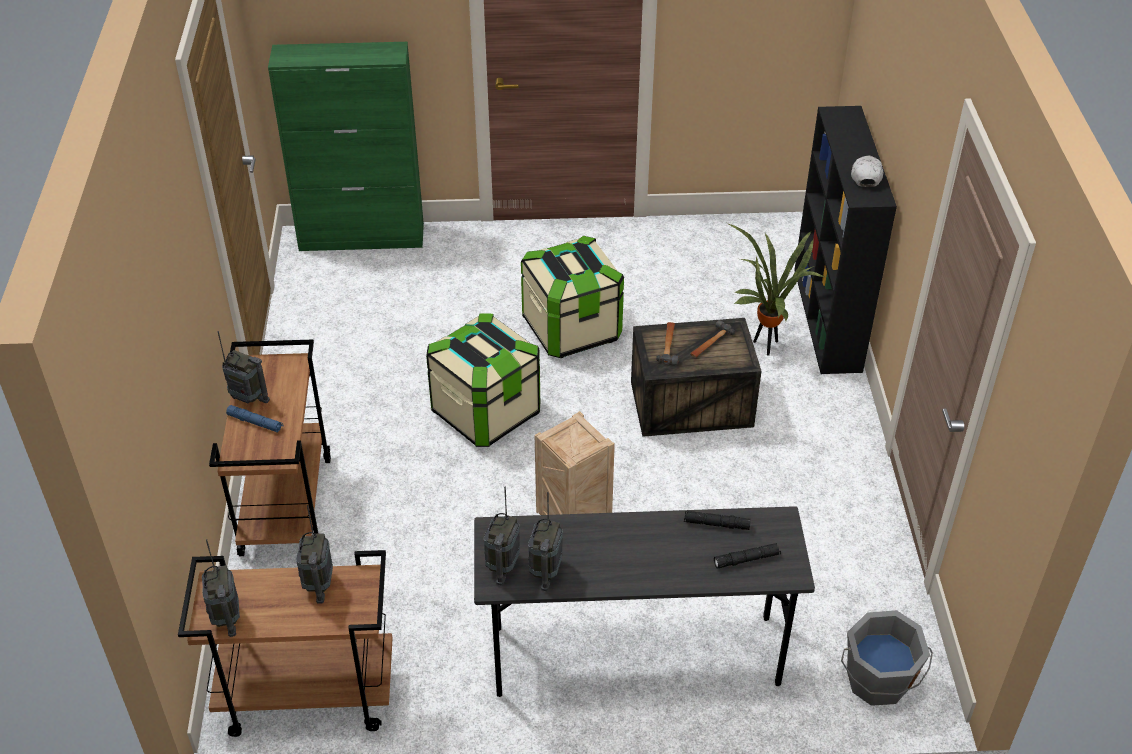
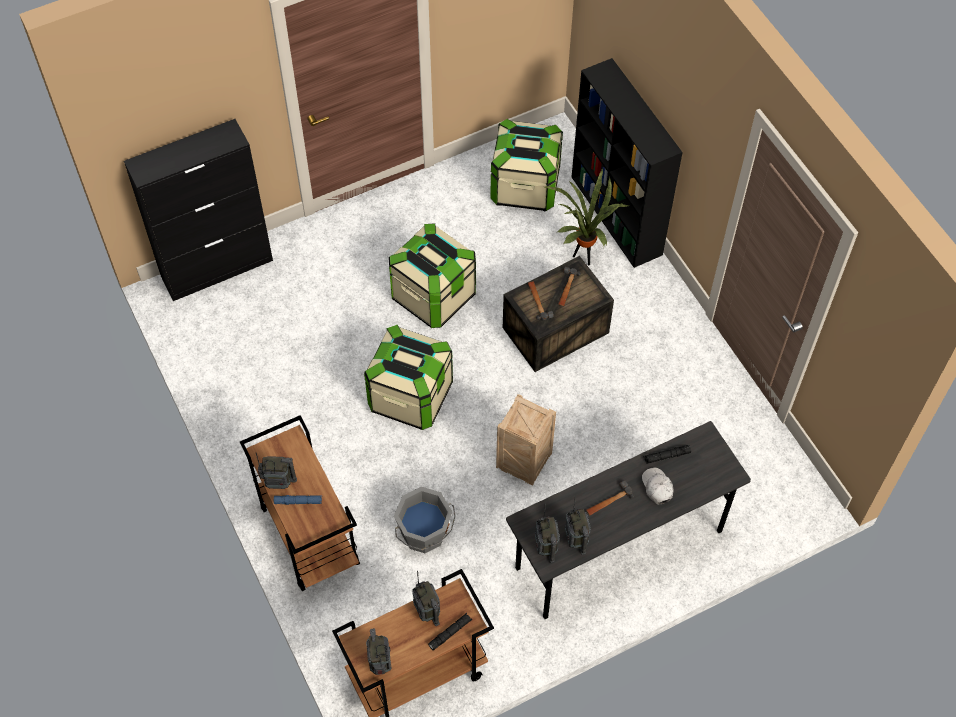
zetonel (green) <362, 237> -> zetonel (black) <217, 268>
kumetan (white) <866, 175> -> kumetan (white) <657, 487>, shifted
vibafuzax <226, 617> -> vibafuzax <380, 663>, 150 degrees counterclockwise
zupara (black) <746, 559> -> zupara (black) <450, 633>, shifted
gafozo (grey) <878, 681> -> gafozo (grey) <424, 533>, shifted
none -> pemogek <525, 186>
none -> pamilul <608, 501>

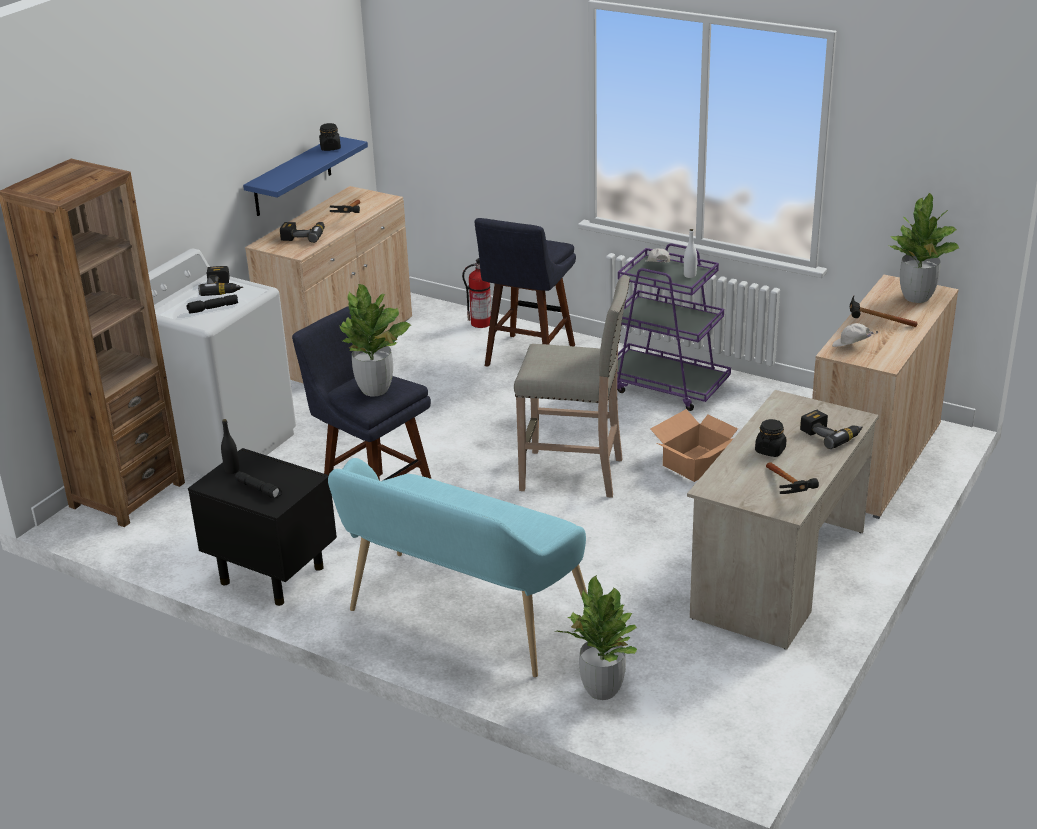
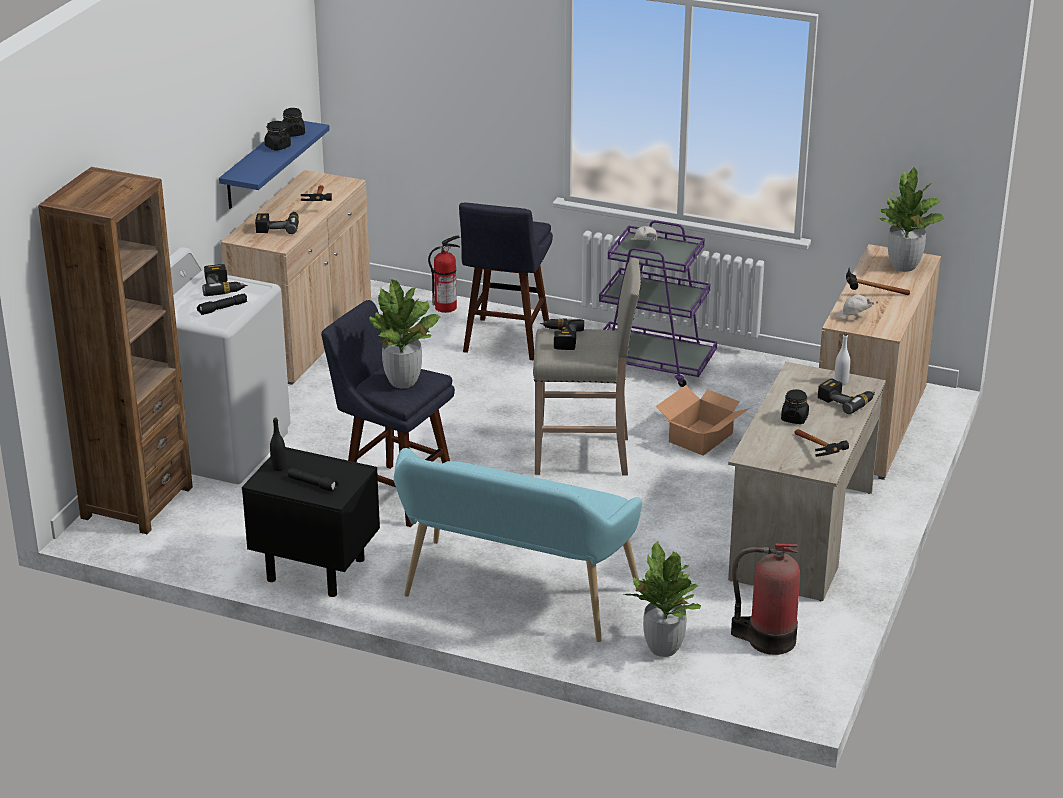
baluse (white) <689, 275> -> baluse (white) <841, 382>, shifted
none -> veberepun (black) <277, 146>
none -> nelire <560, 338>
none -> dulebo <767, 639>

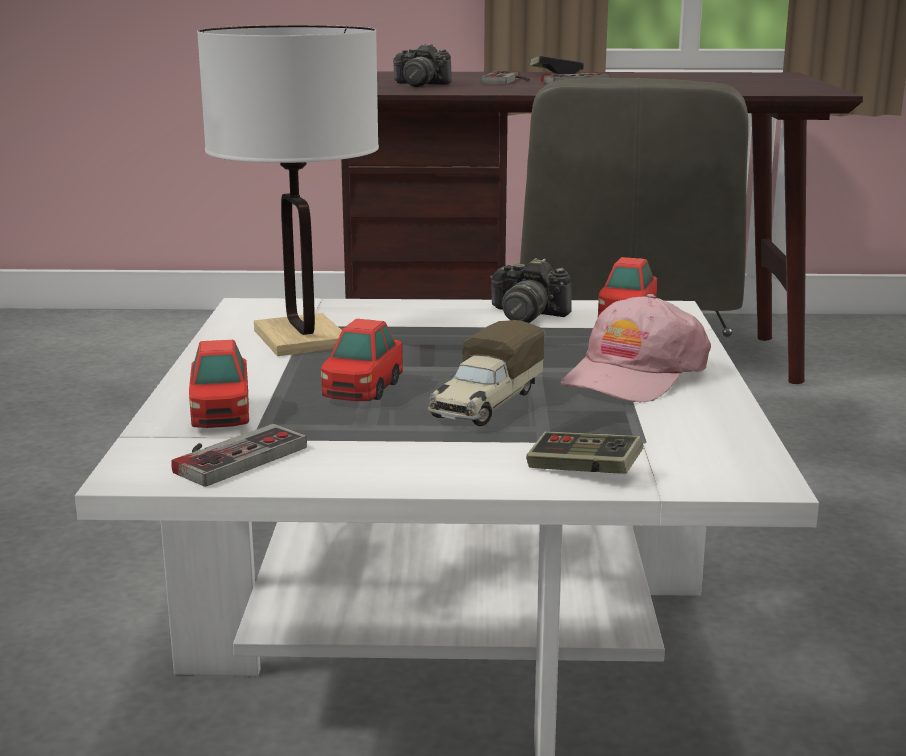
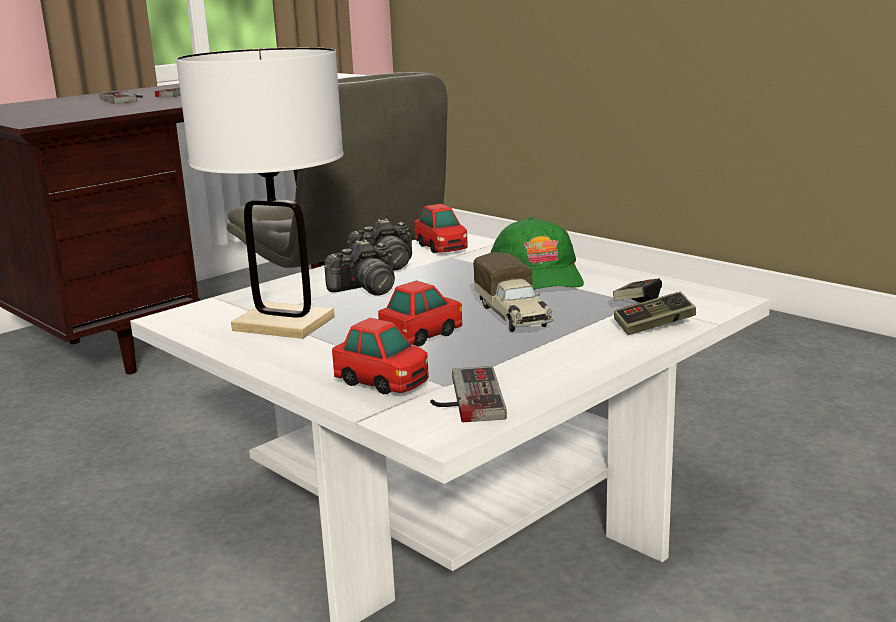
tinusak <420, 84> -> tinusak <366, 289>, shifted
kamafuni <556, 74> -> kamafuni <637, 302>, shifted
kumetan (pink) <633, 375> -> kumetan (green) <538, 275>
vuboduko <362, 390> -> vuboduko <422, 335>, 105 degrees counterclockwise

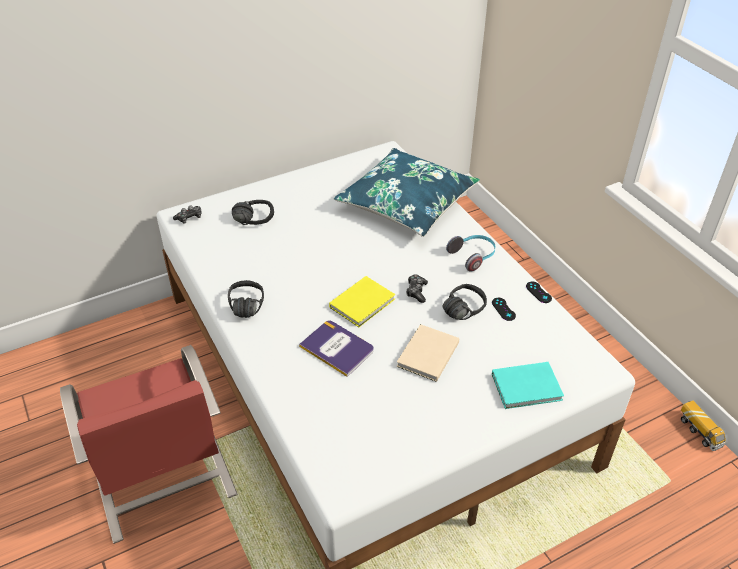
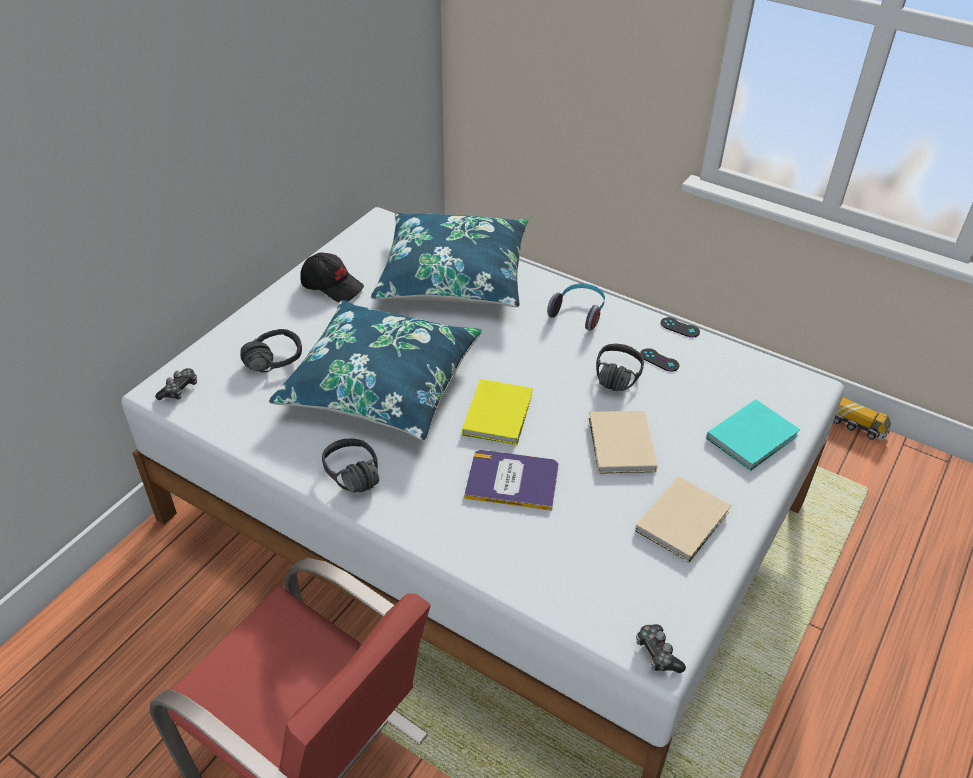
kamafuni <416, 291> -> kamafuni <657, 653>, shifted
none -> kumetan (black) <332, 286>
none -> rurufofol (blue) <381, 384>
none -> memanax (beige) <685, 520>

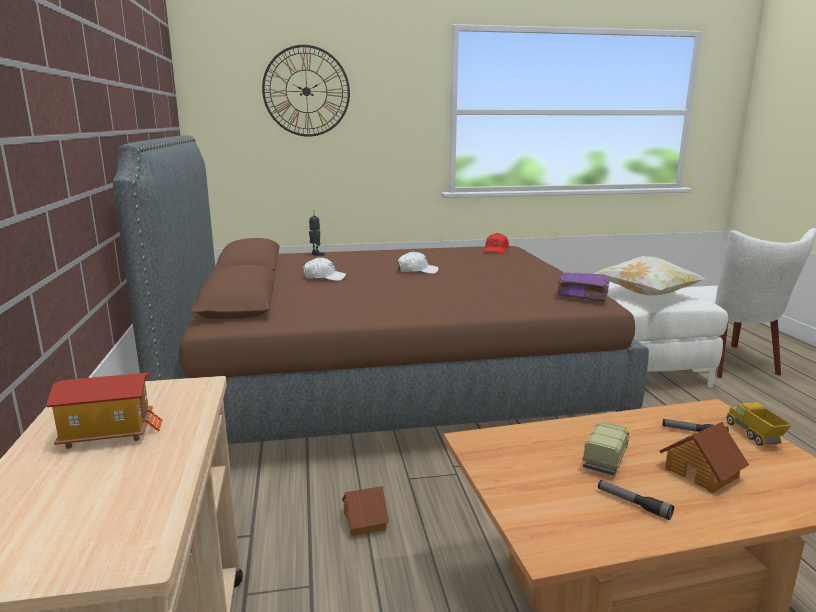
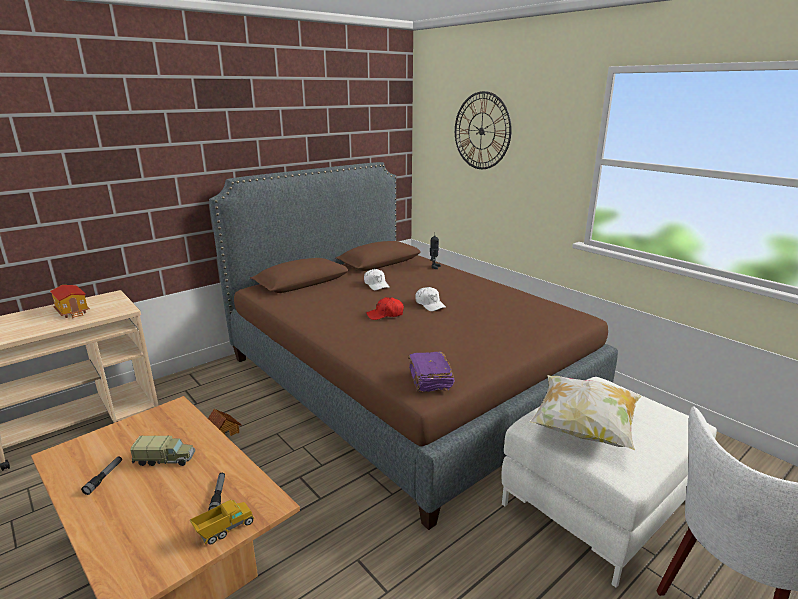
kumetan (red) <496, 250> -> kumetan (red) <385, 315>, shifted
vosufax <702, 472> -> none

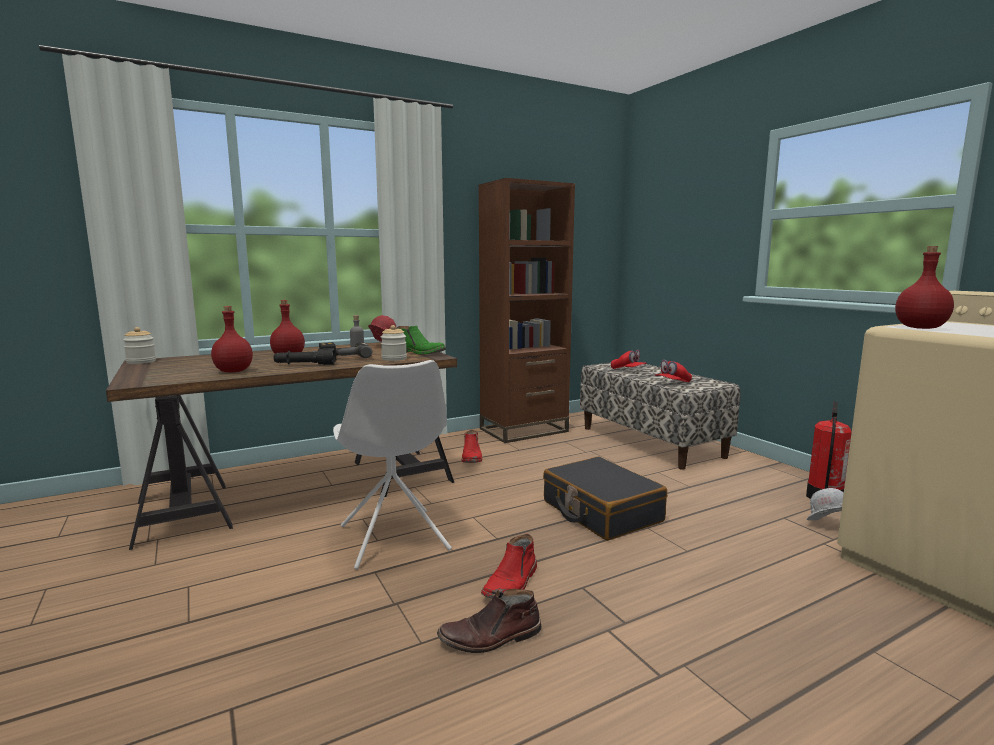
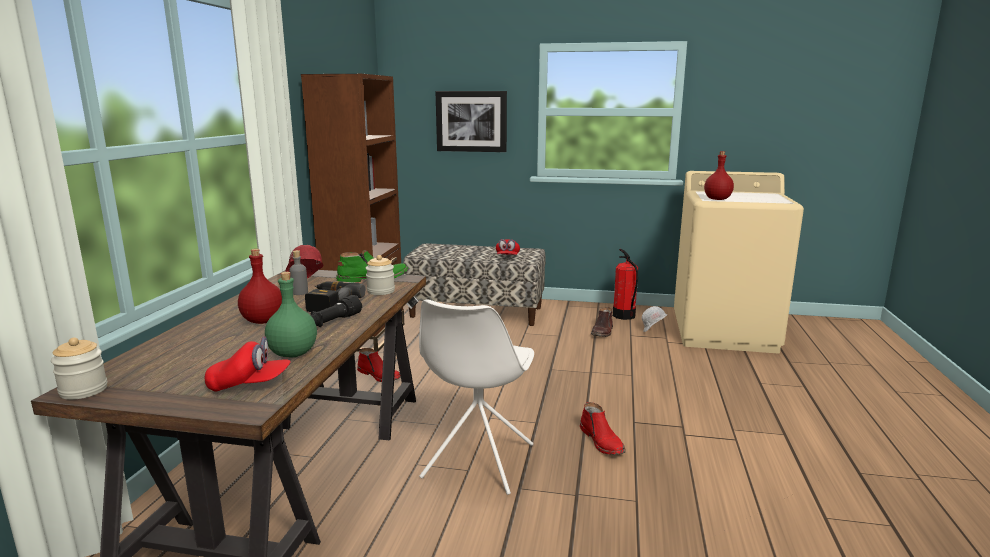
baluse (red) <233, 371> -> baluse (green) <293, 354>
kumetan (red) <628, 370> -> kumetan (red) <249, 385>, shifted
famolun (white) <394, 539> -> famolun (white) <477, 462>, 90 degrees clockwise
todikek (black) <601, 511> -> none
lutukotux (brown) <490, 638> -> lutukotux (brown) <602, 332>, shifted
none -> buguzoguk <471, 121>

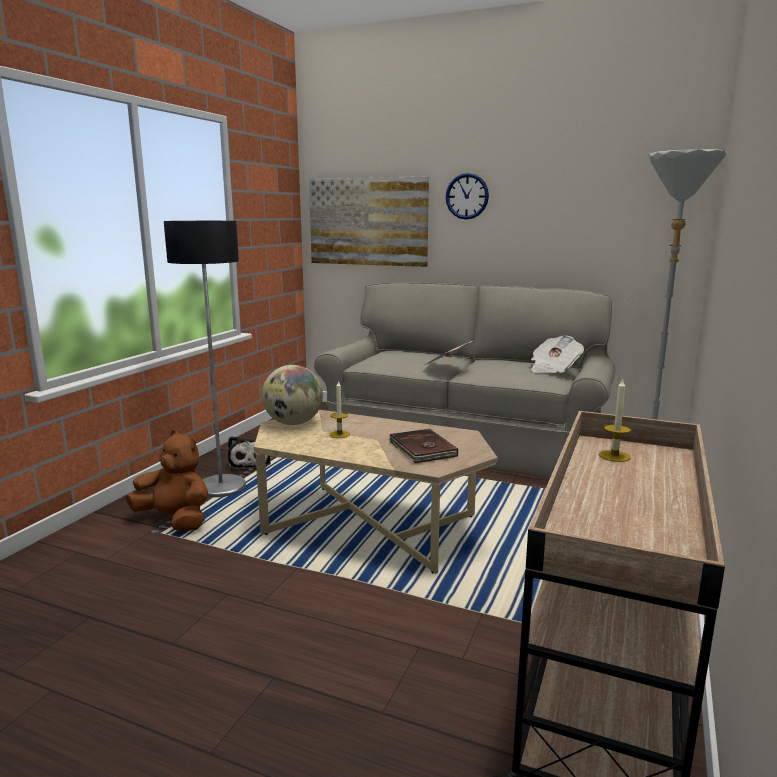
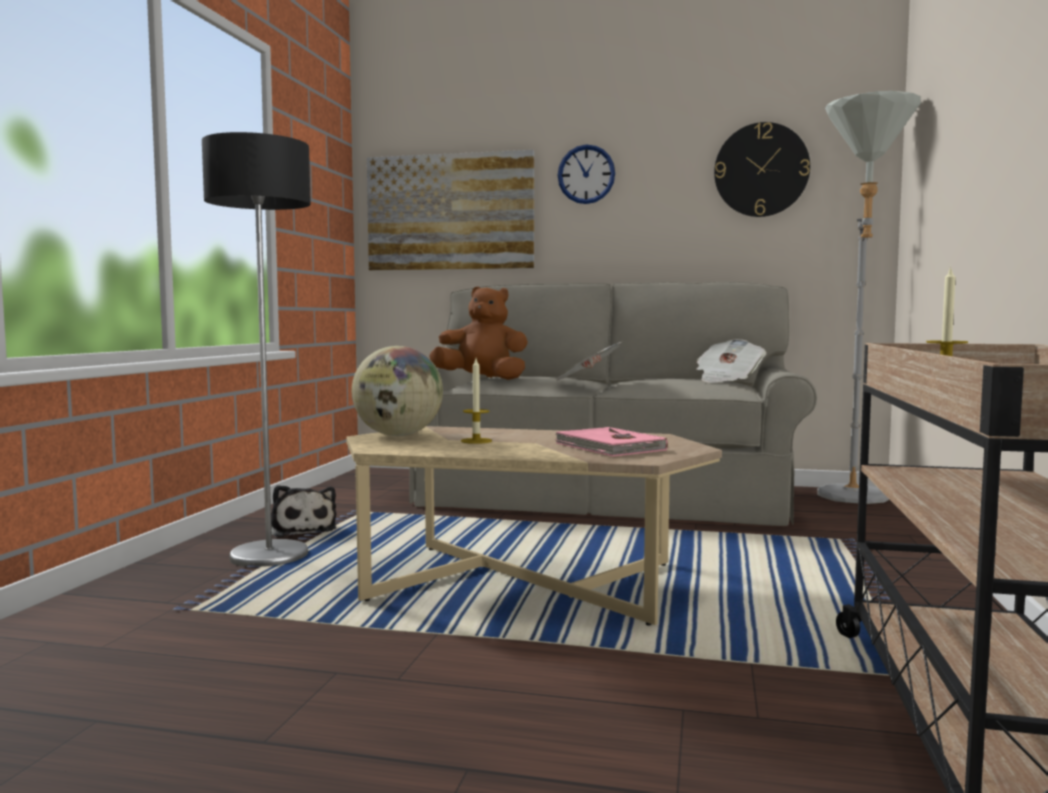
memanax (brown) <421, 449> -> memanax (pink) <609, 447>
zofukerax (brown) <175, 520> -> zofukerax (brown) <482, 379>, shifted
none -> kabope <761, 170>

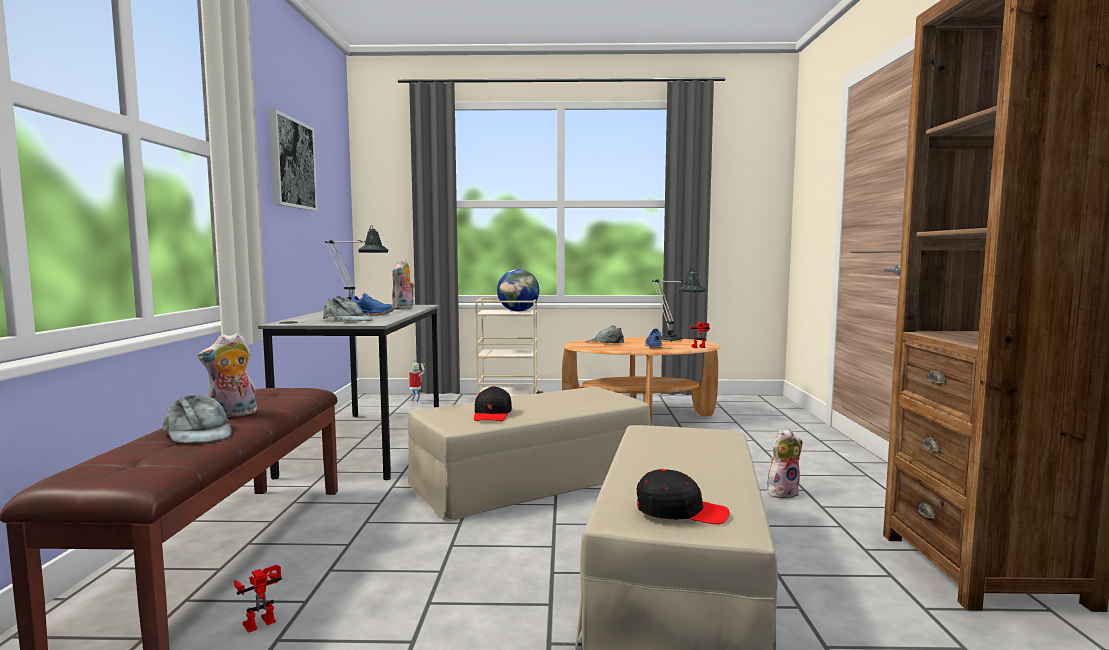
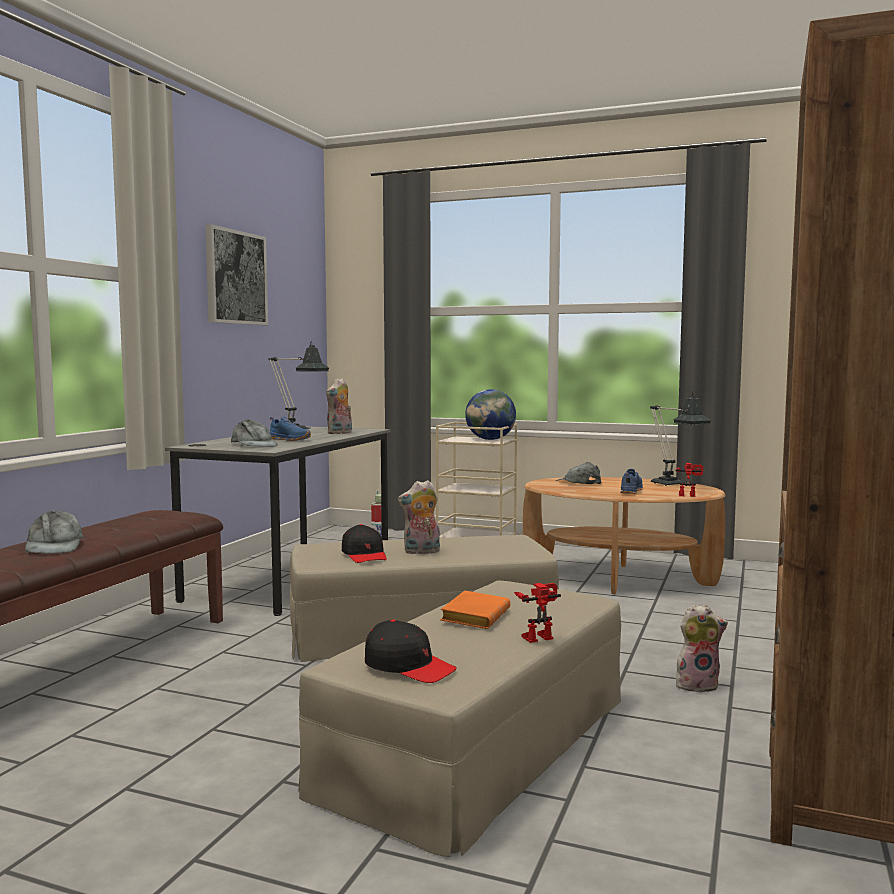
zofukerax <232, 415> -> zofukerax <421, 552>, shifted
kumetan (black) <492, 414> -> kumetan (black) <364, 555>, 45 degrees counterclockwise
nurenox <260, 620> -> nurenox <537, 636>, shifted
none -> memanax (orange) <474, 616>

